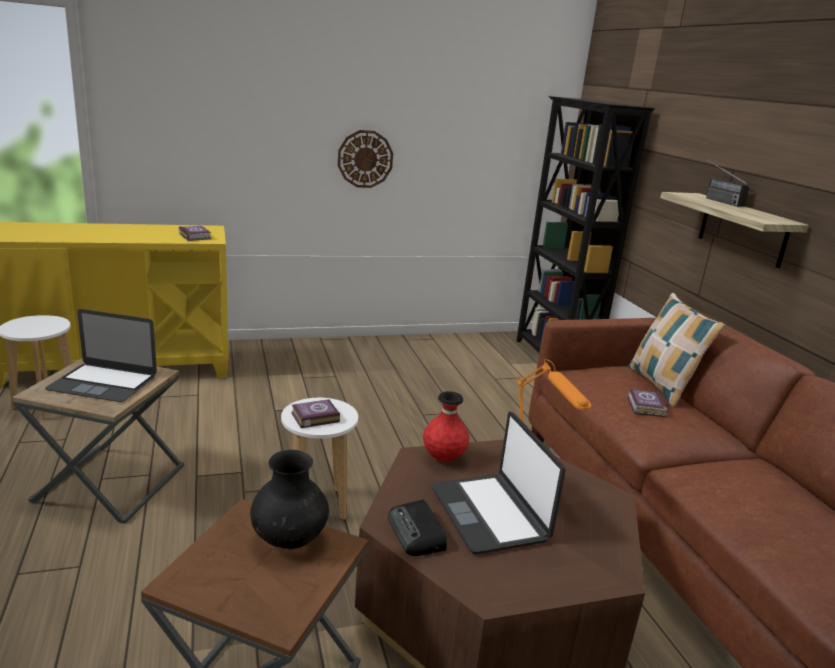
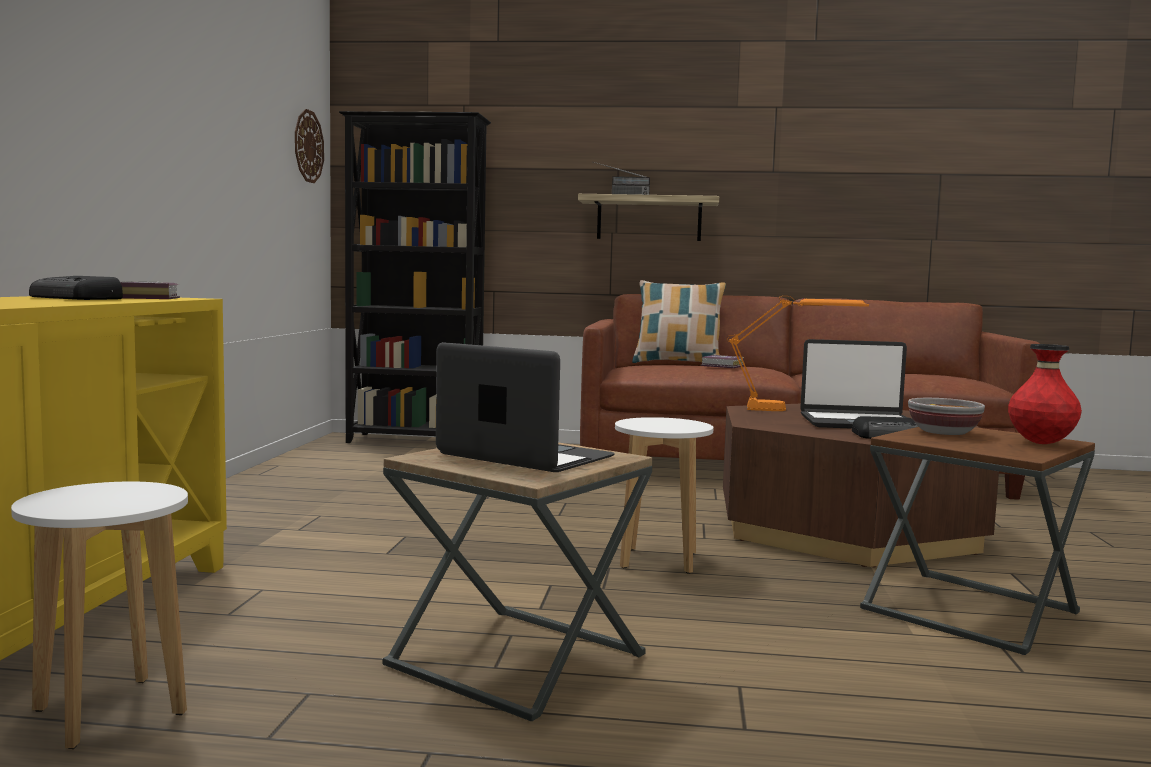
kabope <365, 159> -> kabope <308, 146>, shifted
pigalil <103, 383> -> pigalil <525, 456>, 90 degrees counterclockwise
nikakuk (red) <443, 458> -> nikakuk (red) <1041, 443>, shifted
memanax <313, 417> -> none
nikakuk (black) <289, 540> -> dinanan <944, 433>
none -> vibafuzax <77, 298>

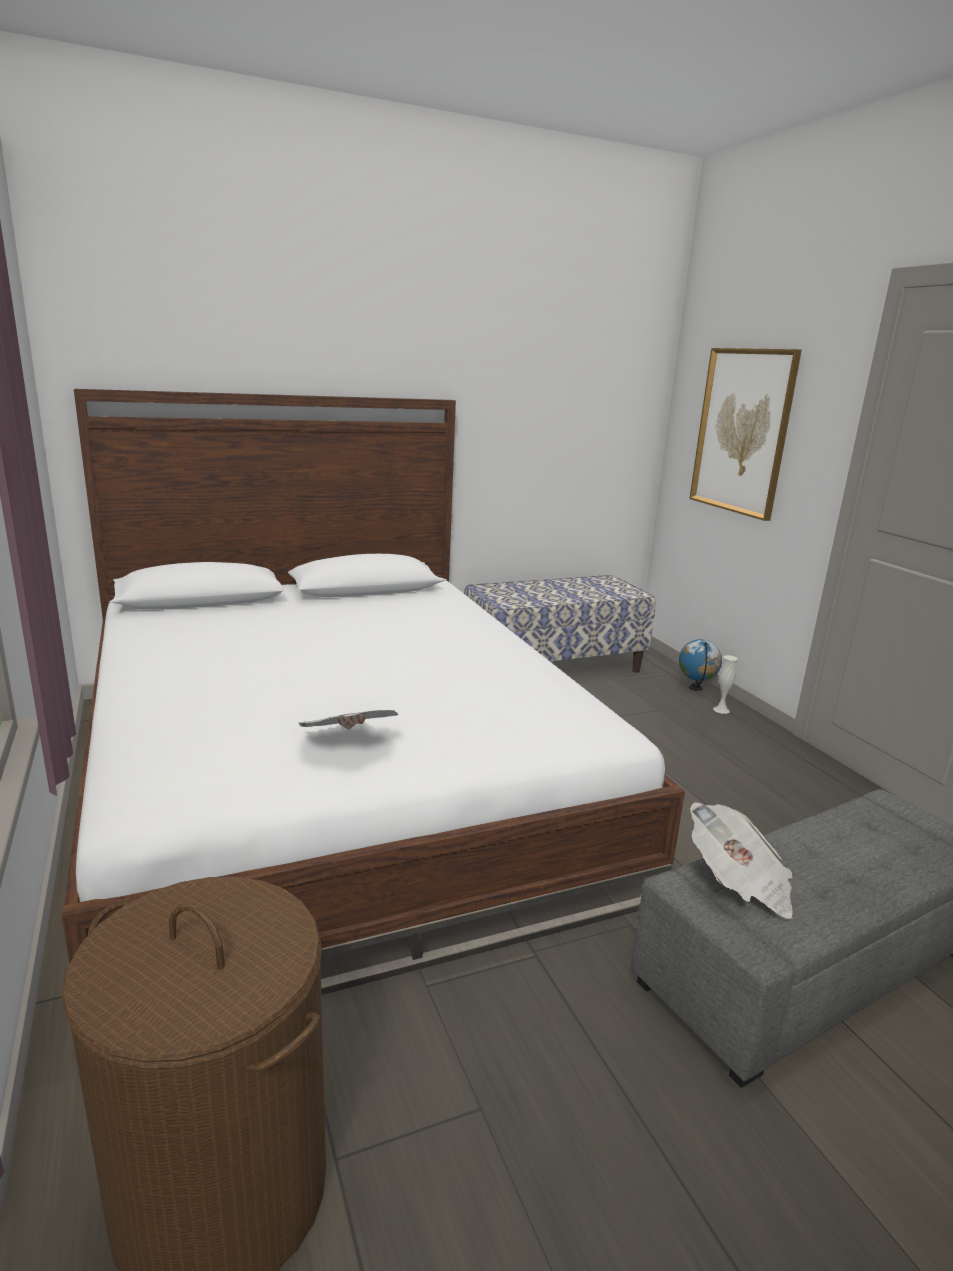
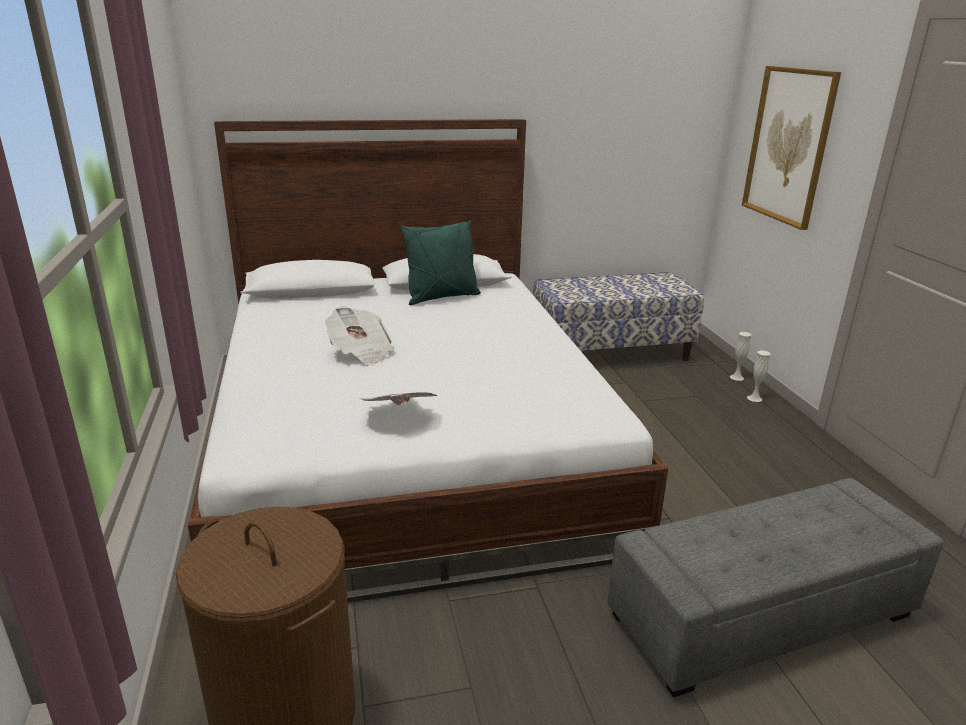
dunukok <695, 688> -> nikakuk (white) <736, 377>
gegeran <738, 883> -> gegeran <361, 352>, shifted
none -> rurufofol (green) <442, 297>

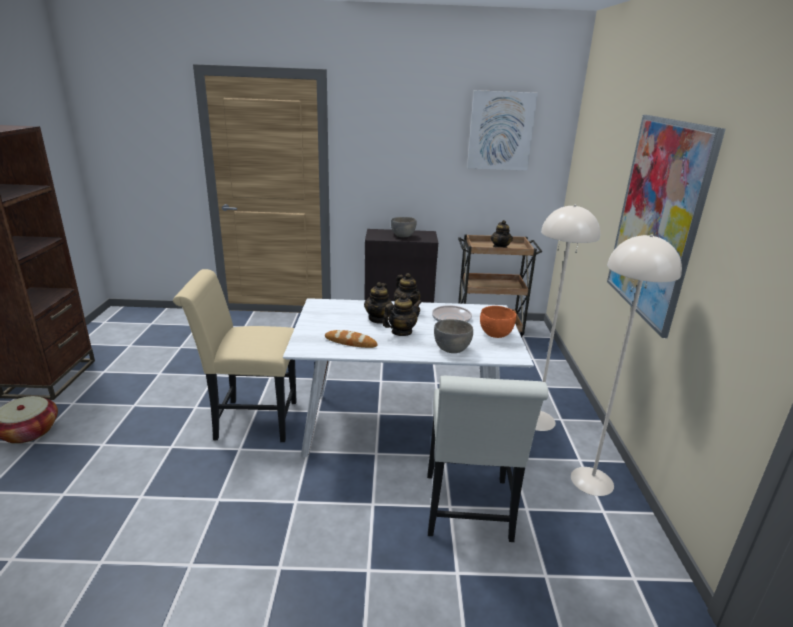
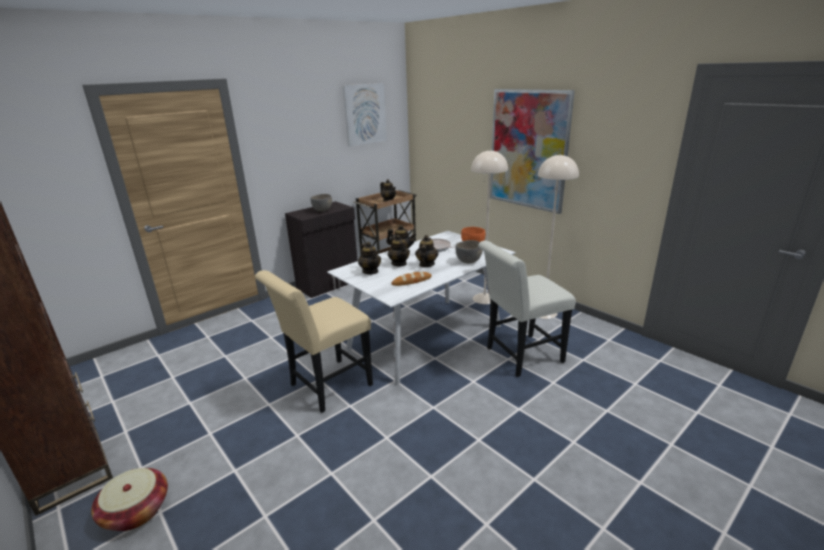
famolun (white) <468, 513> -> famolun (white) <519, 356>, 105 degrees clockwise
none -> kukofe <370, 271>

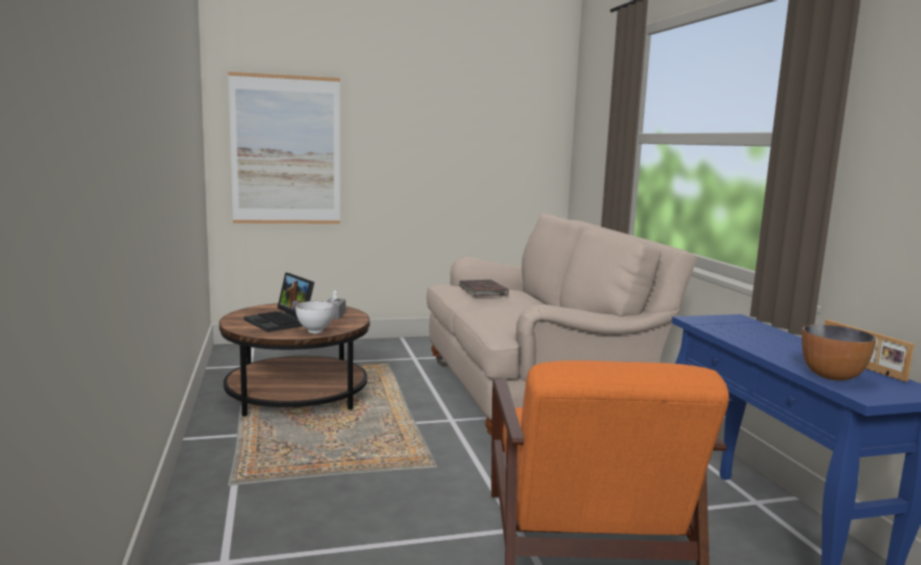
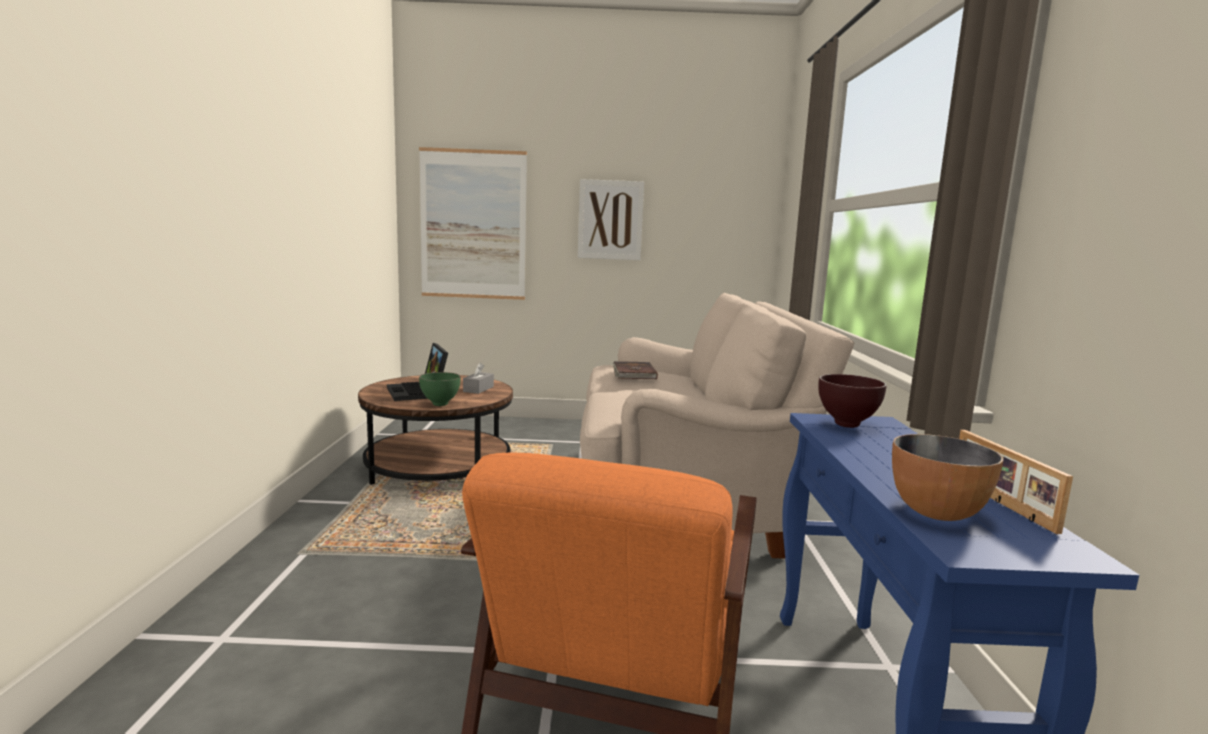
dinanan (white) <314, 332> -> dinanan (green) <439, 404>
none -> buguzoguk <610, 220>
none -> dinanan (brown) <845, 425>

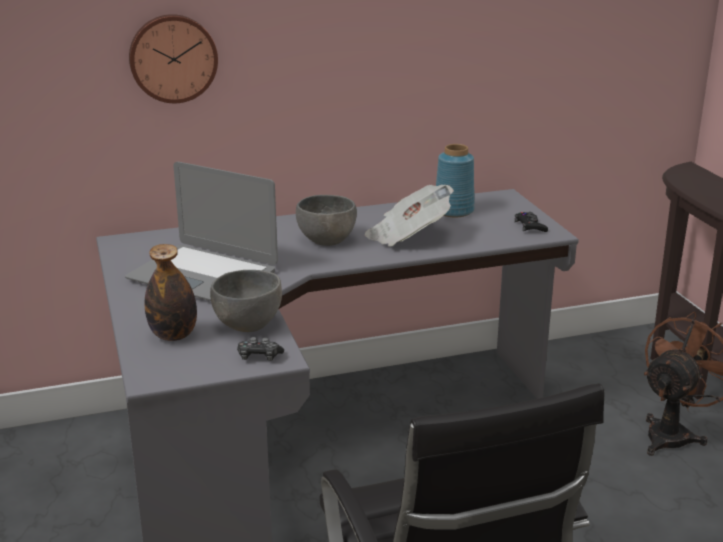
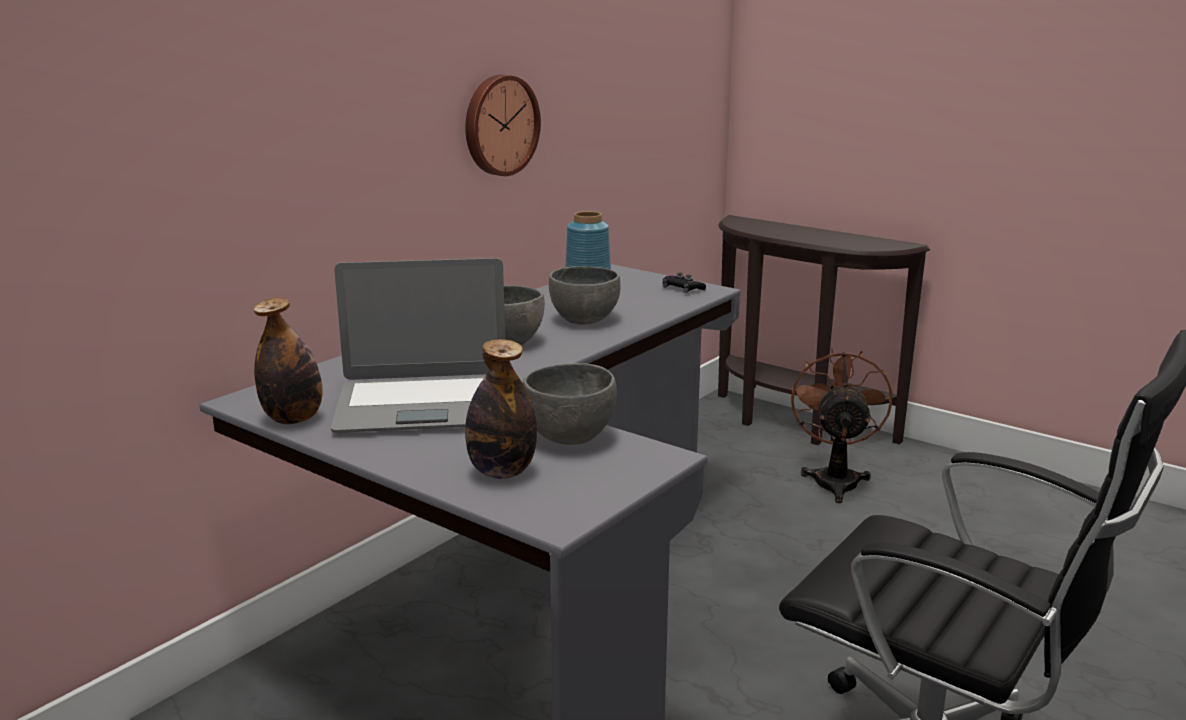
kabope <173, 58> -> kabope <499, 125>, shifted
gegeran <408, 236> -> dinanan (grey) <584, 320>
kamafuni <259, 357> -> none
none -> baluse <293, 419>

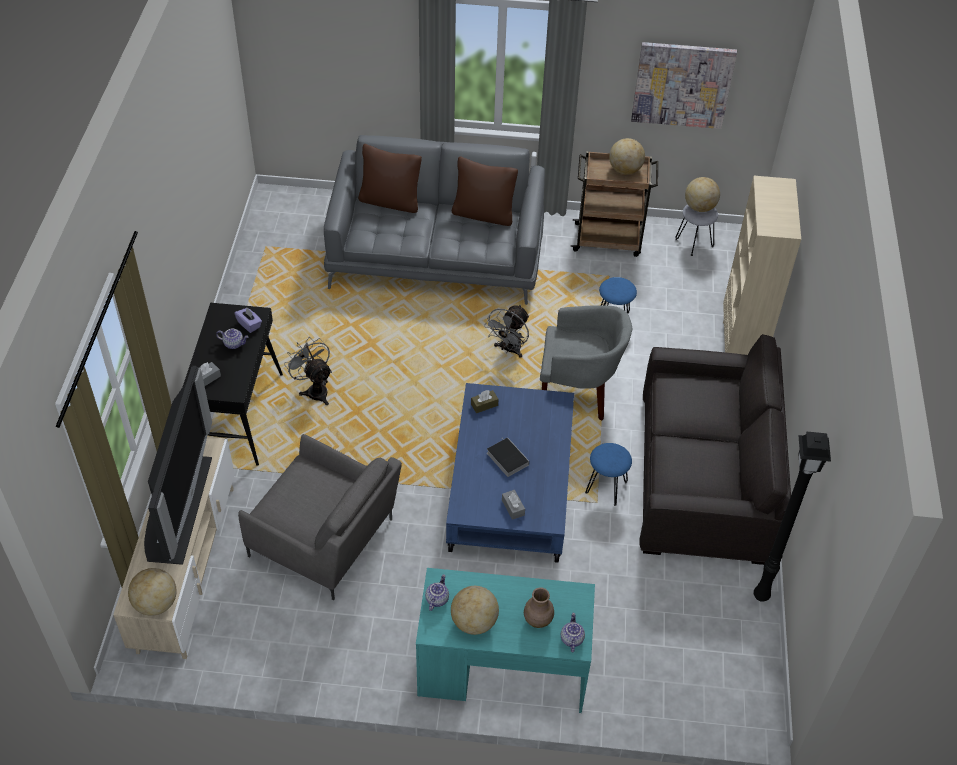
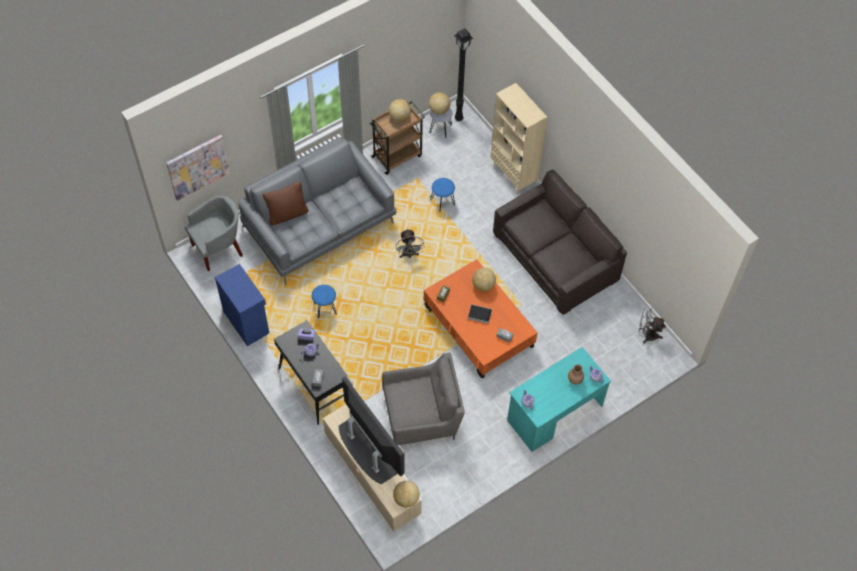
buguzoguk <682, 84> -> buguzoguk <198, 166>, shifted
rurufofol (brown) <483, 214> -> none
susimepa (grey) <578, 391> -> susimepa (grey) <218, 248>, shifted
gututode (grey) <314, 390> -> gututode (grey) <647, 335>, shifted
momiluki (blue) <511, 488> -> momiluki (orange) <479, 326>
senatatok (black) <762, 596> -> senatatok (black) <459, 118>, shifted
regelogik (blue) <605, 488> -> regelogik (blue) <325, 309>, shifted
dunukok <474, 622> -> dunukok <483, 285>, shifted
none -> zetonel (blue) <246, 321>

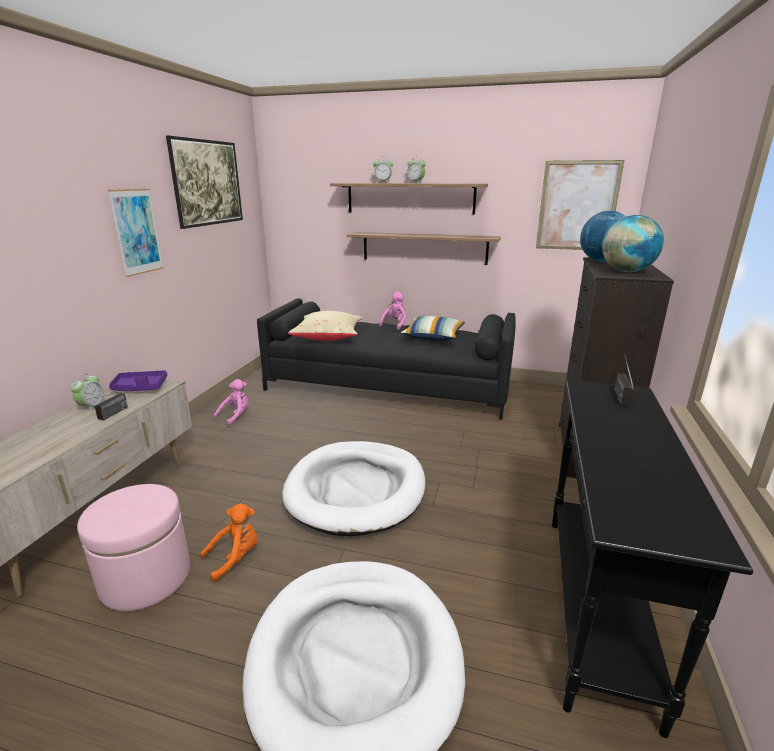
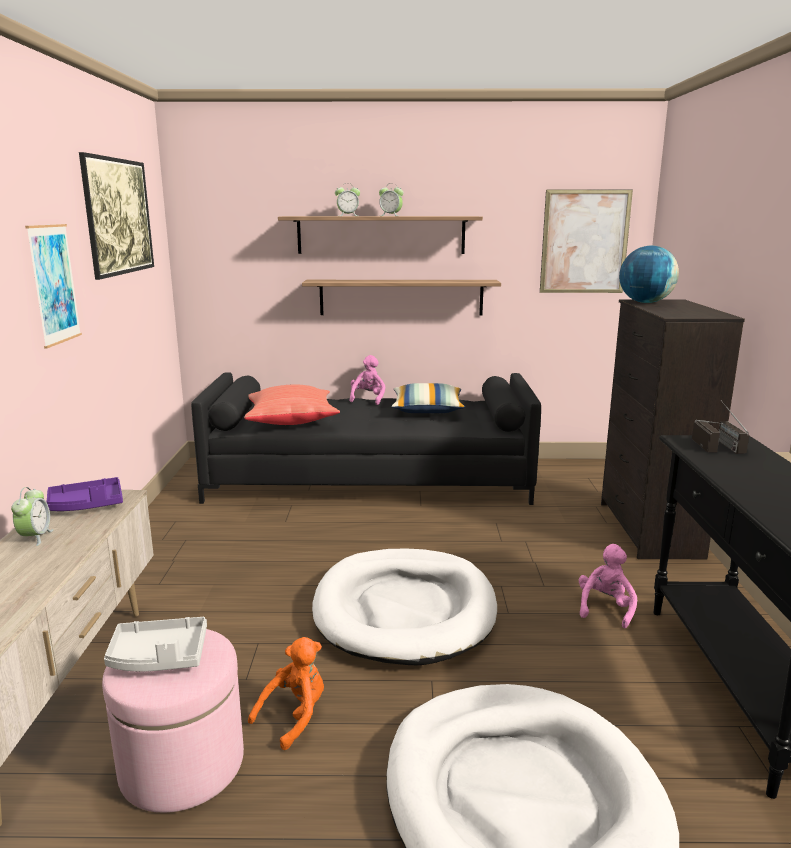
dunukok <626, 271> -> none
rurufofol (beige) <328, 337> -> rurufofol (red) <291, 421>
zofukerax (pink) <235, 416> -> zofukerax (pink) <605, 608>, shifted
vibafuzax <107, 417> -> vibafuzax <709, 449>, shifted
none -> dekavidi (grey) <159, 657>

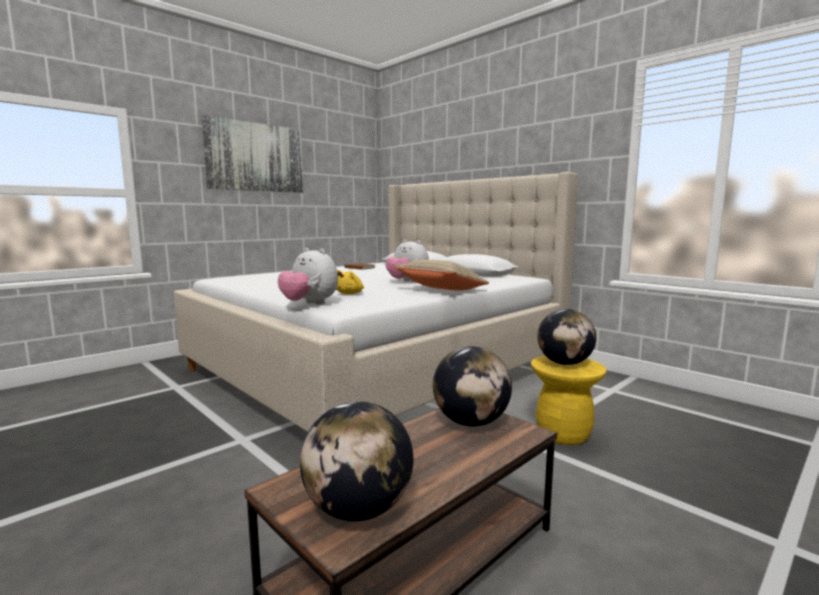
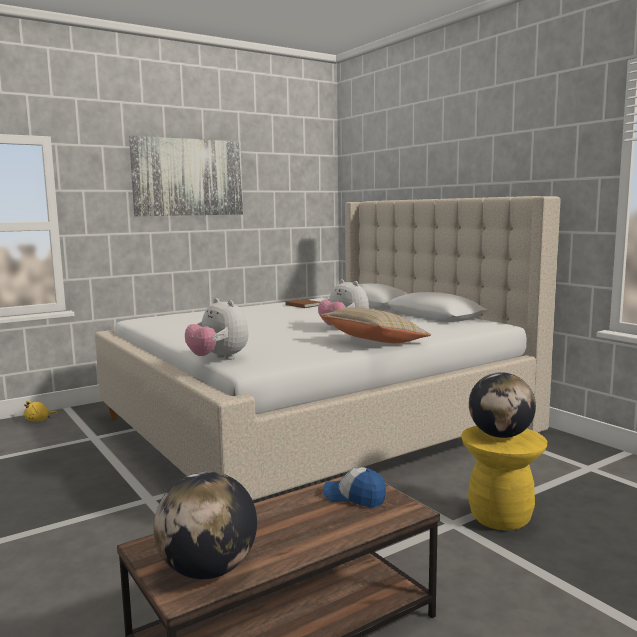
zofukerax (yellow) <350, 294> -> zofukerax (yellow) <39, 420>, shifted
dunukok <470, 422> -> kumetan <354, 497>

